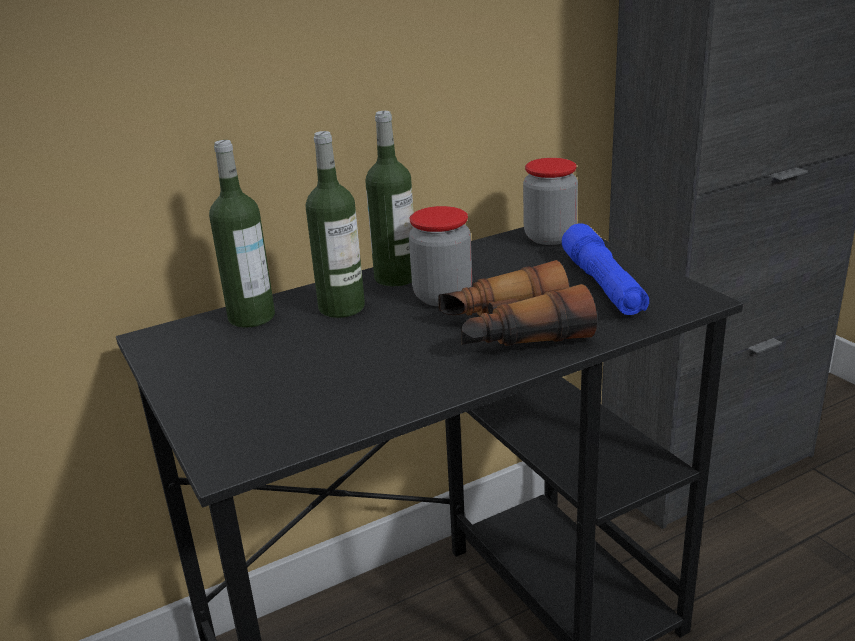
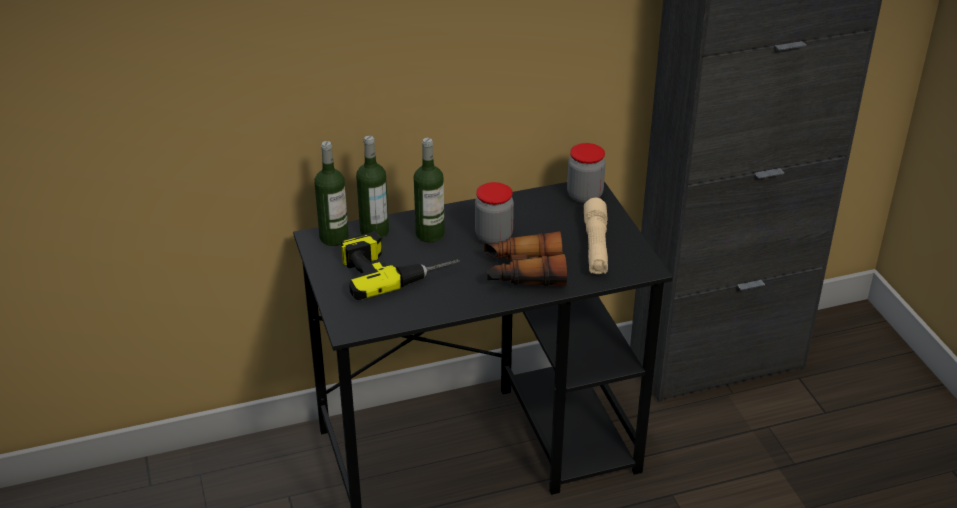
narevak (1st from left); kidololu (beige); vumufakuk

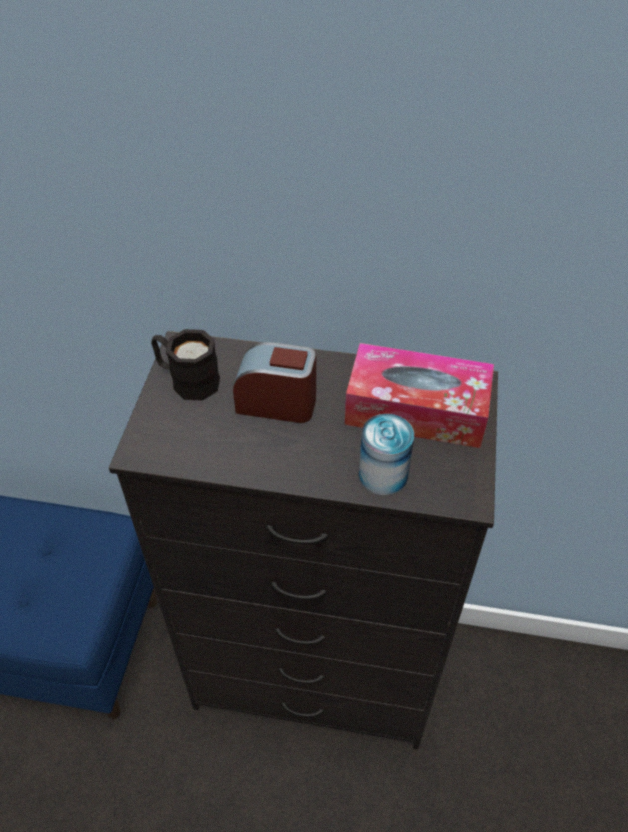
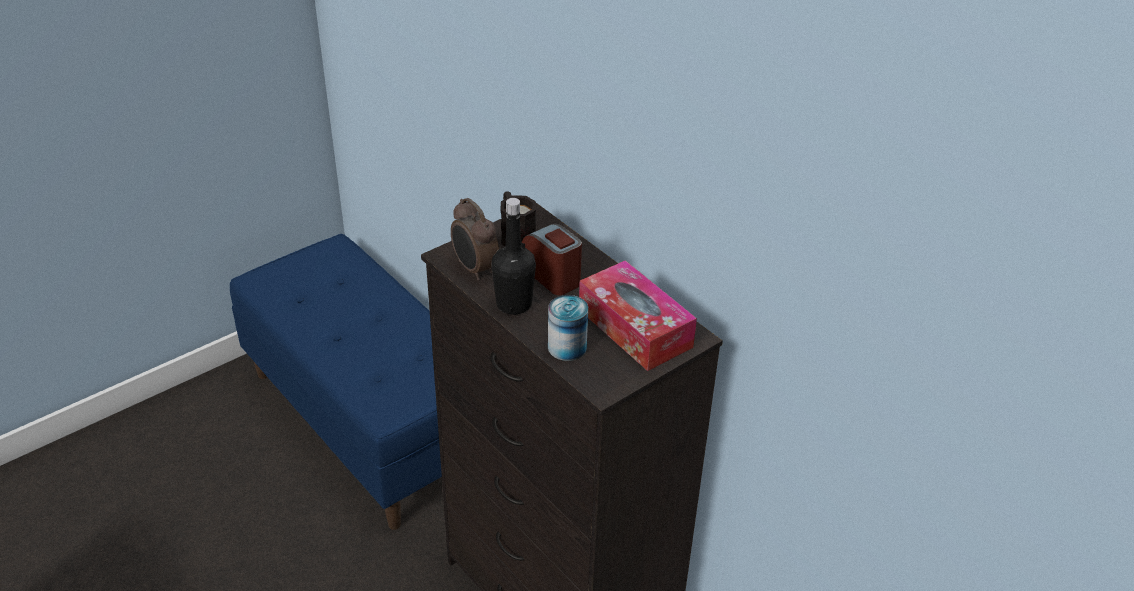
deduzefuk (1st from left); narevak (black)

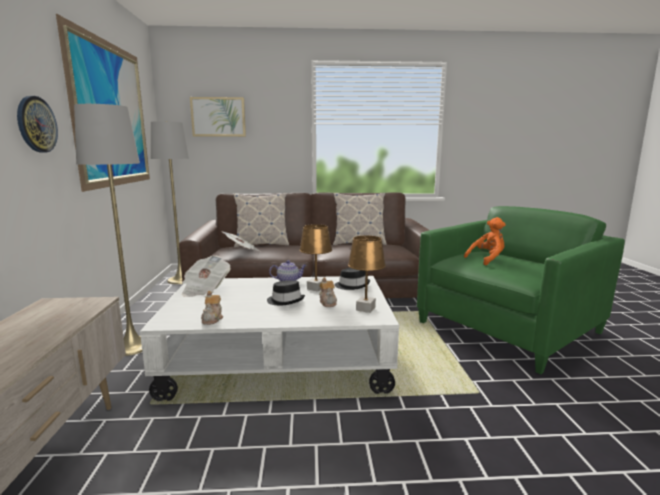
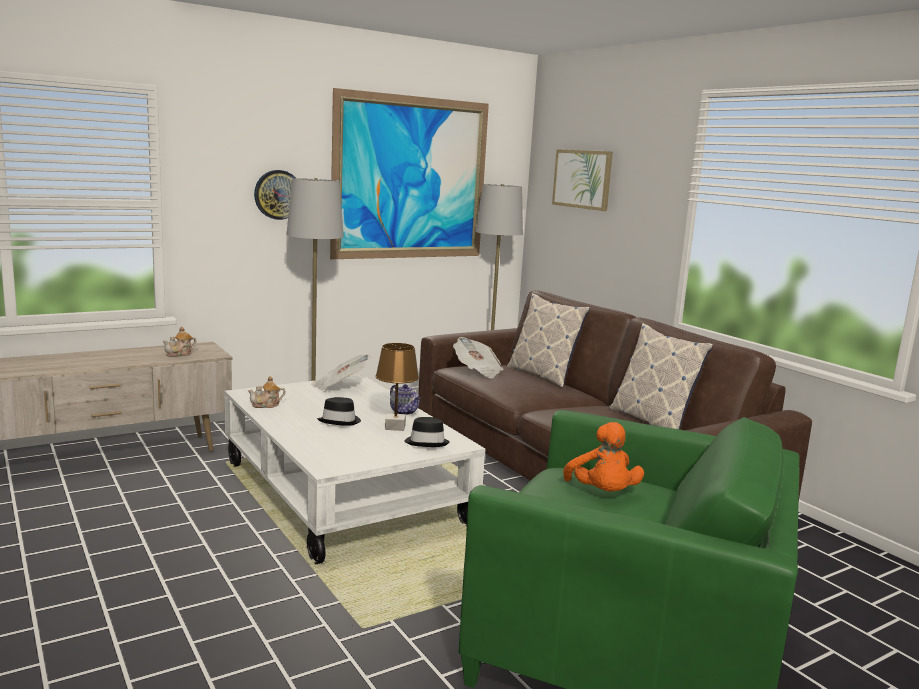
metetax (1st from left); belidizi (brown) (2nd from left in the first image); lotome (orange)

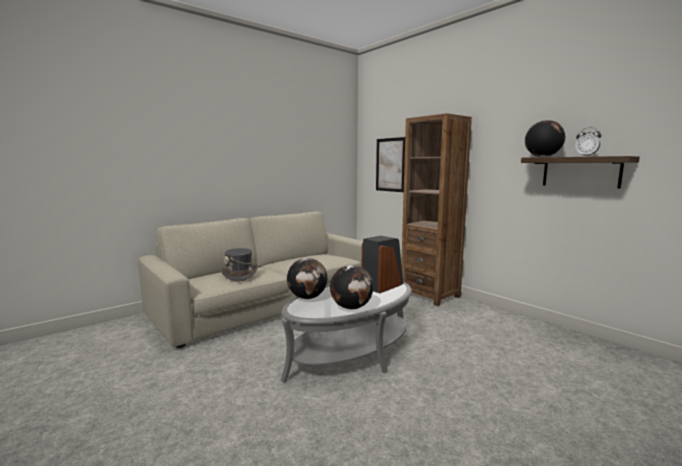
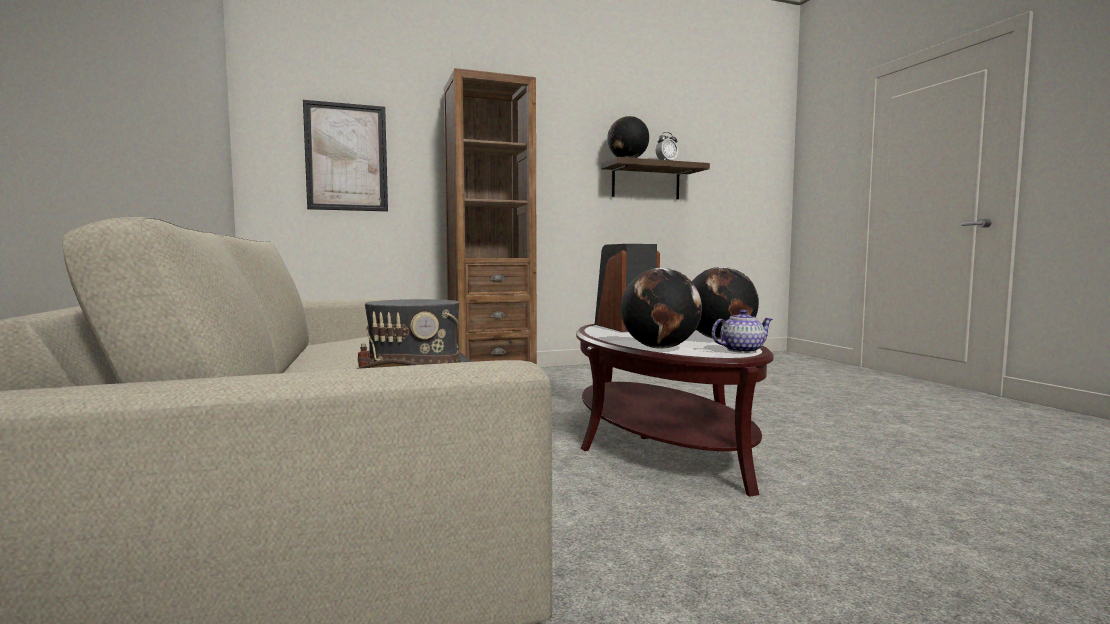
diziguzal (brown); metetax

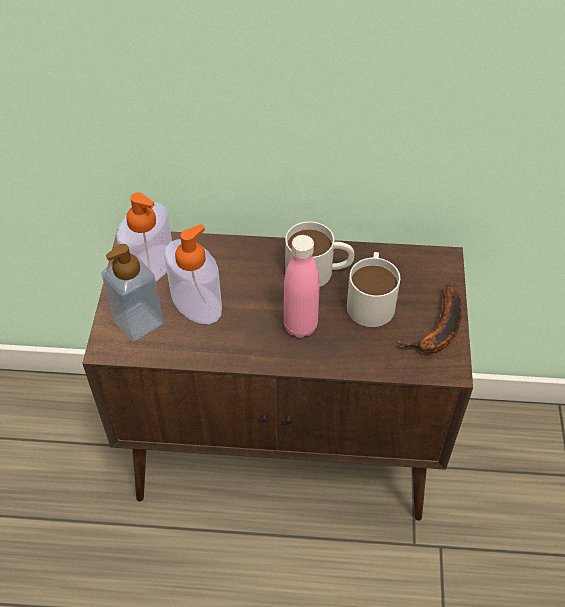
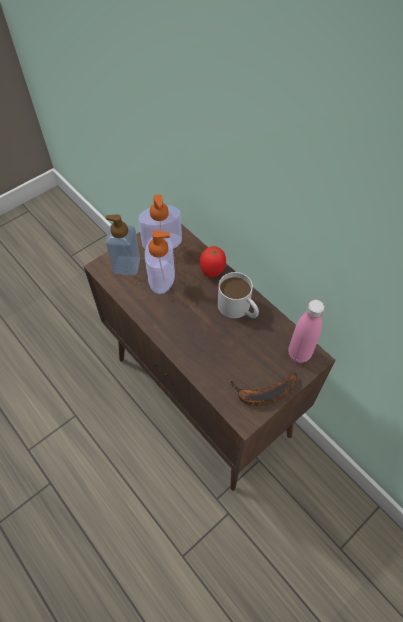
narevak (pink); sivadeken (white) (2nd from left in the first image); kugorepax

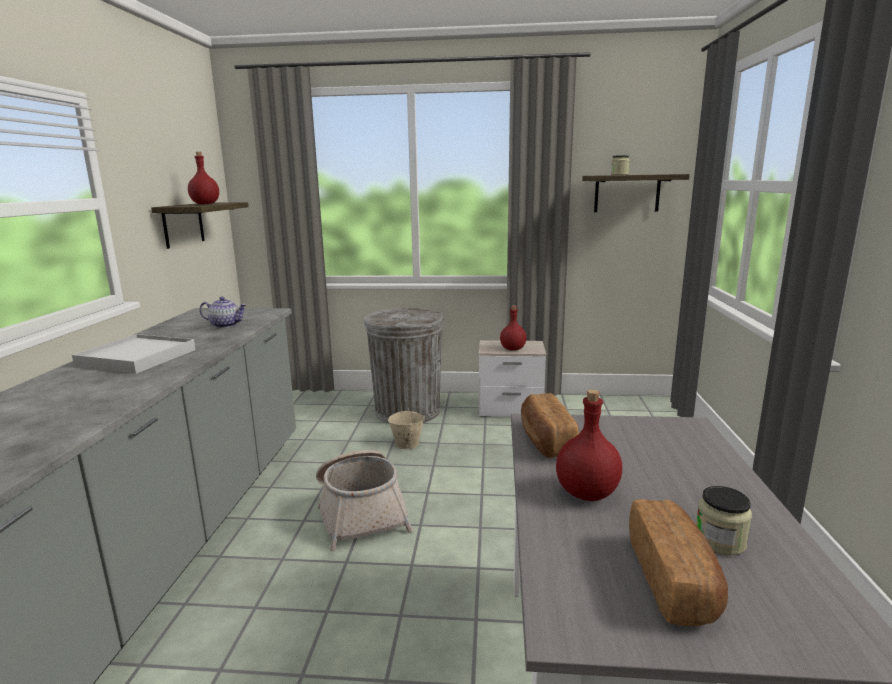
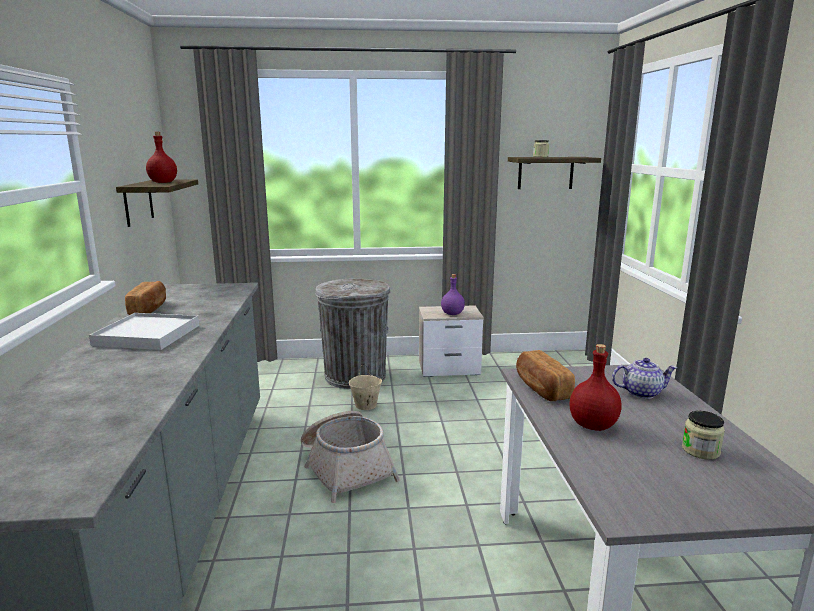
metetax; narevak (purple); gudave (1st from left)

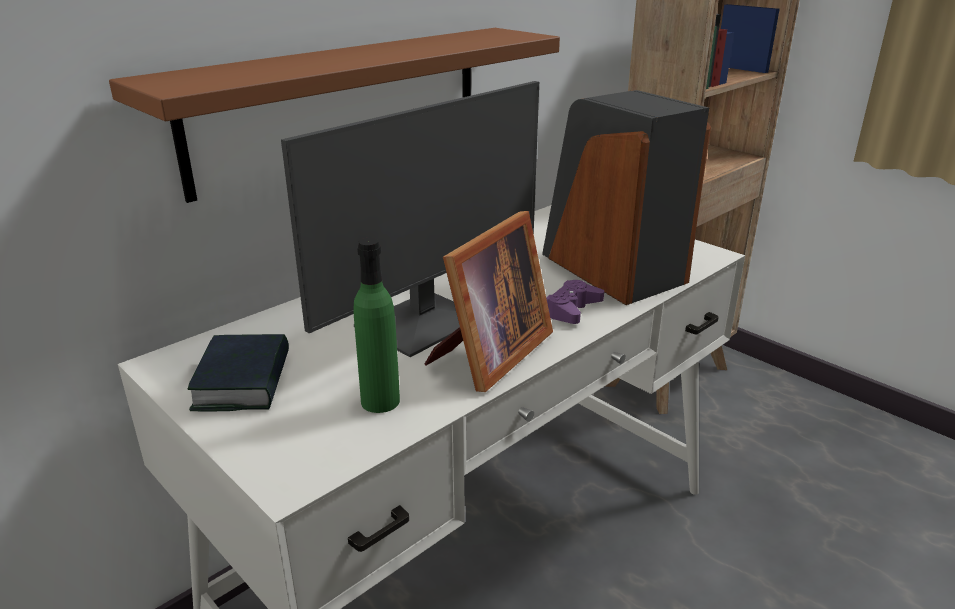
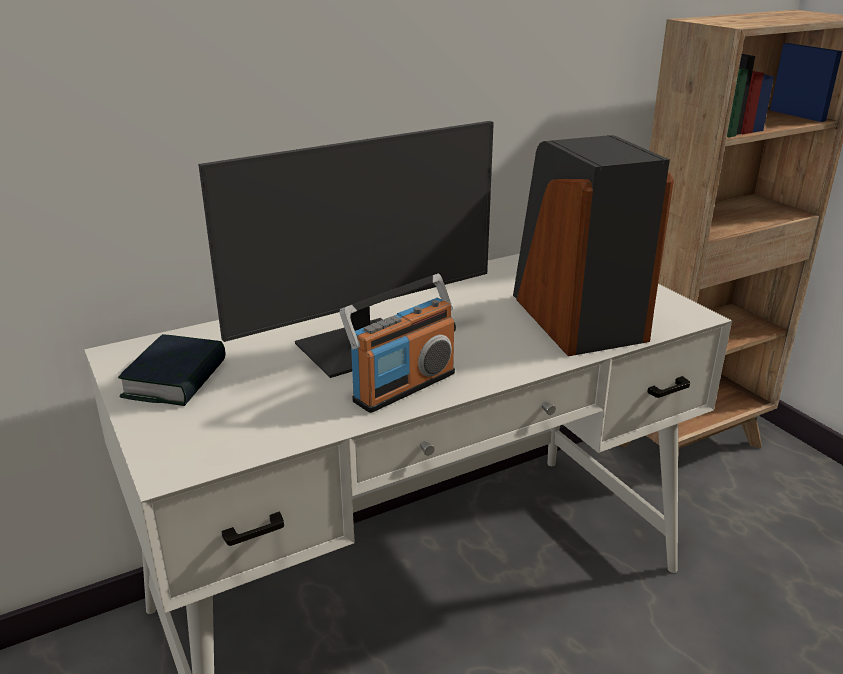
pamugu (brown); narevak (green); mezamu; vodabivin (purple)

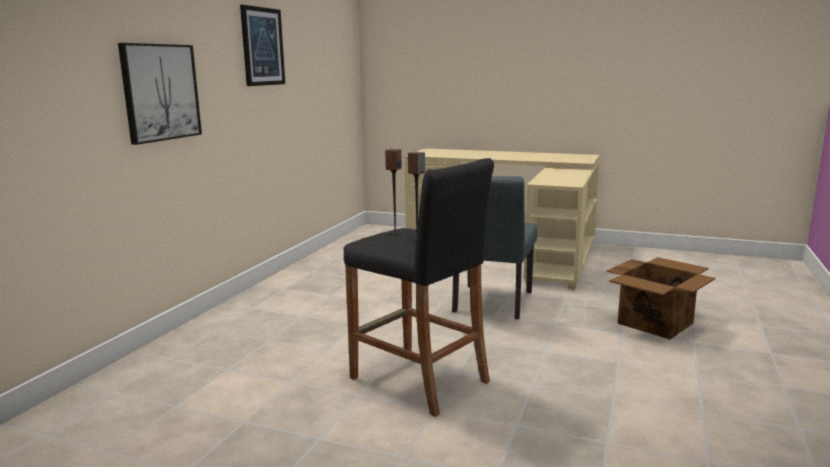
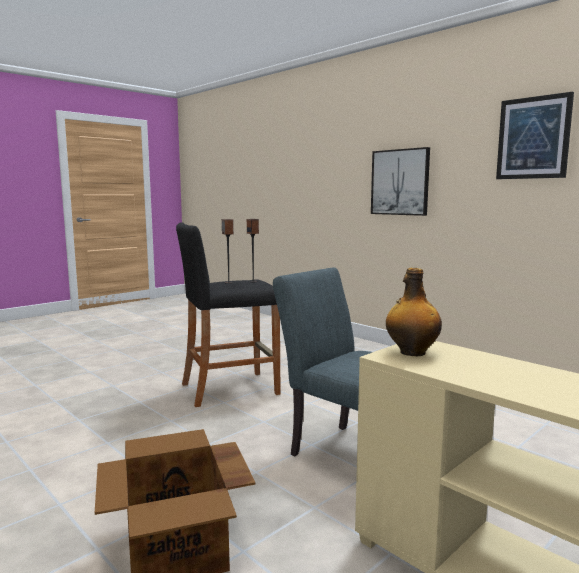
narevak

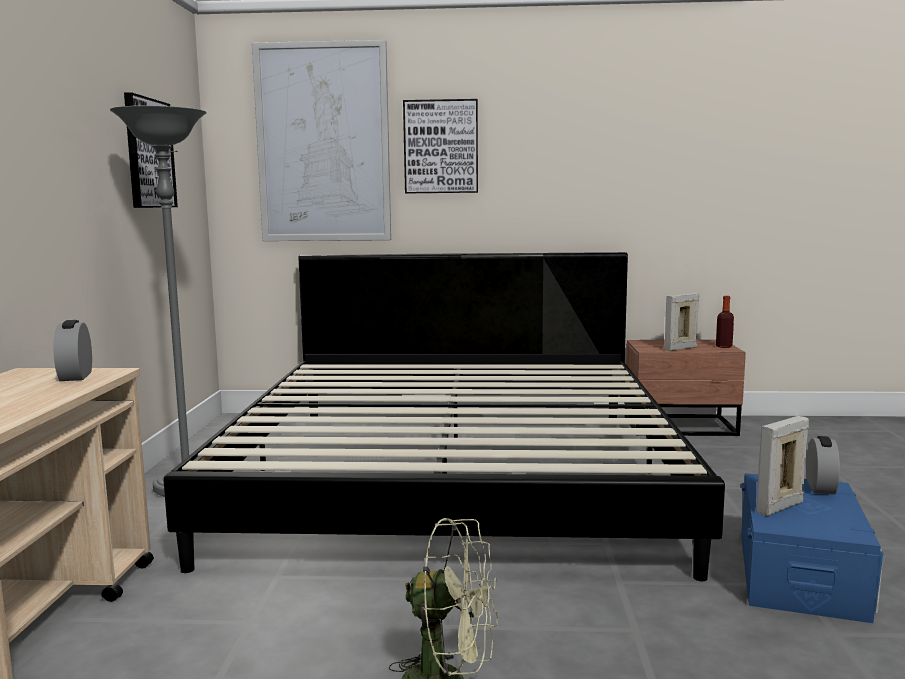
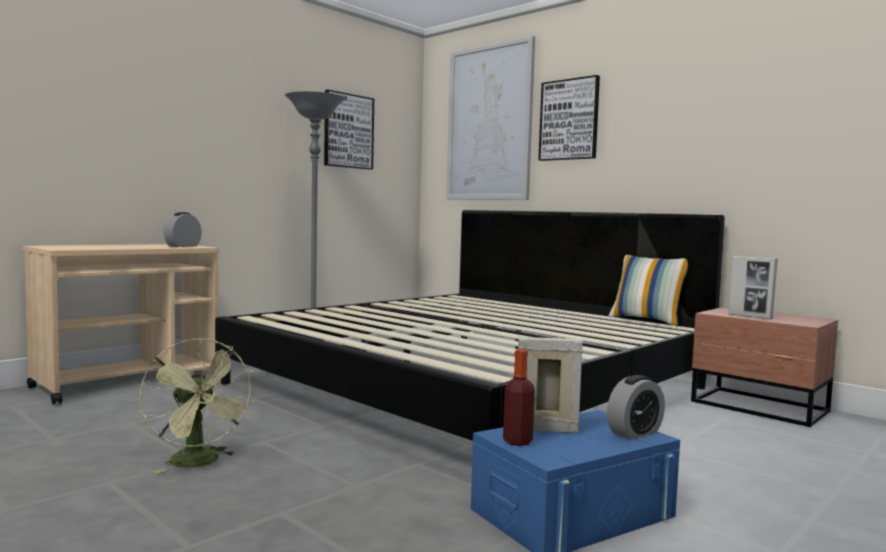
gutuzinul (2nd from left); narevak; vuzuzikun

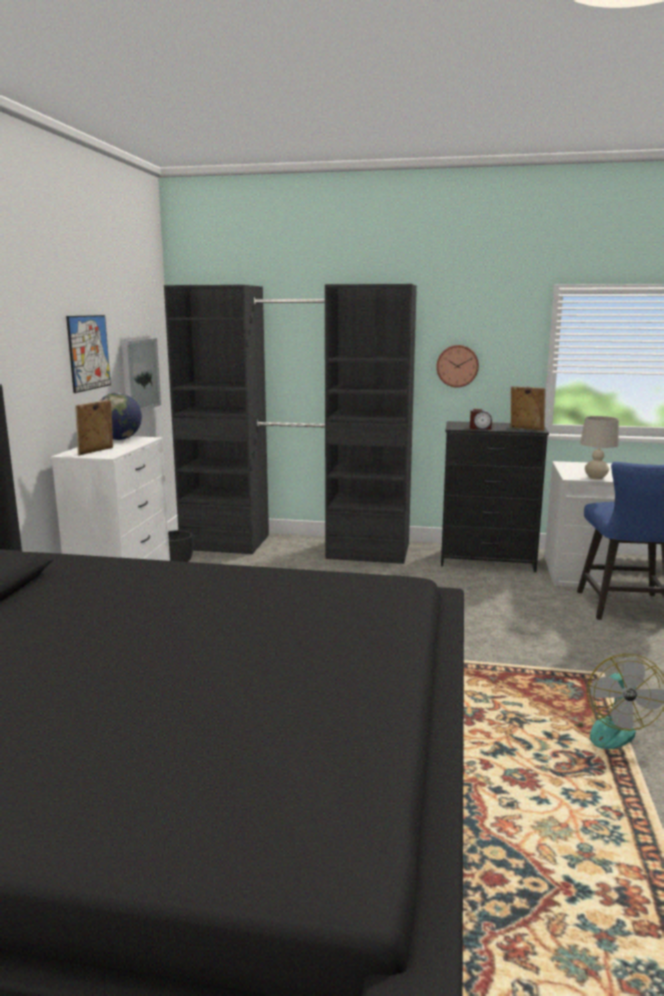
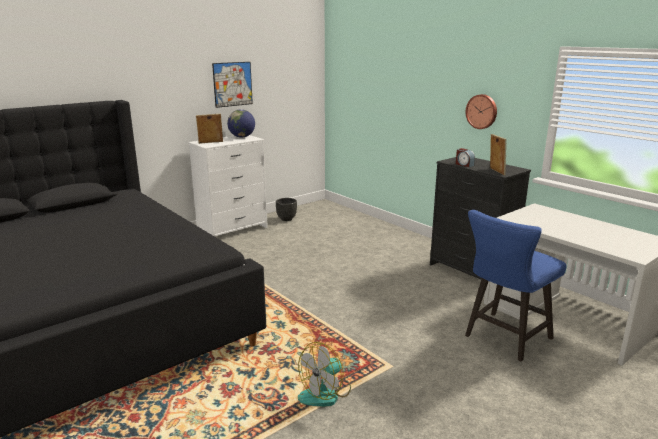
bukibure (2nd from left in the first image); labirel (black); belidizi (beige)

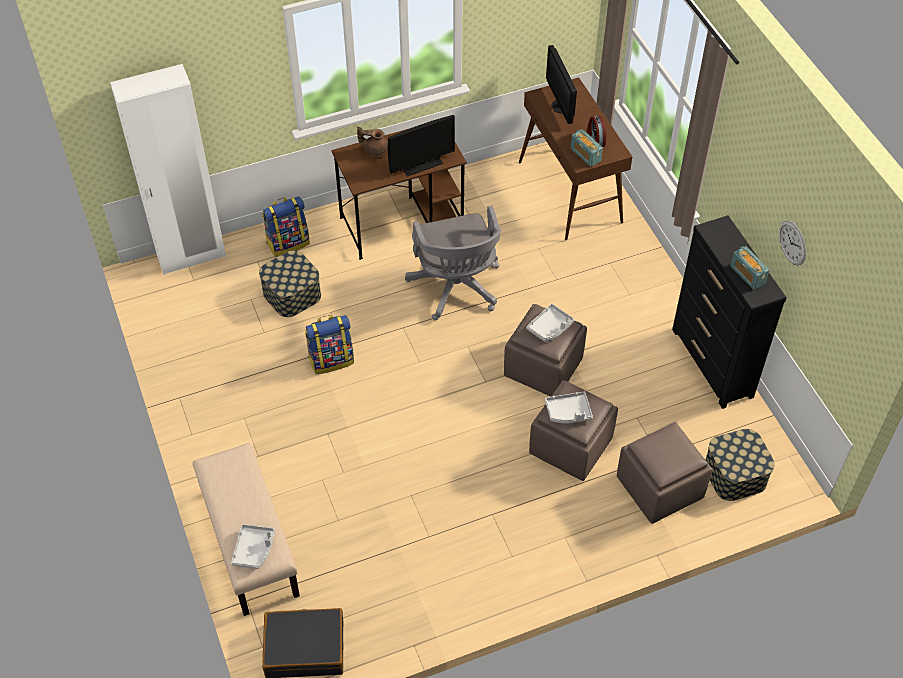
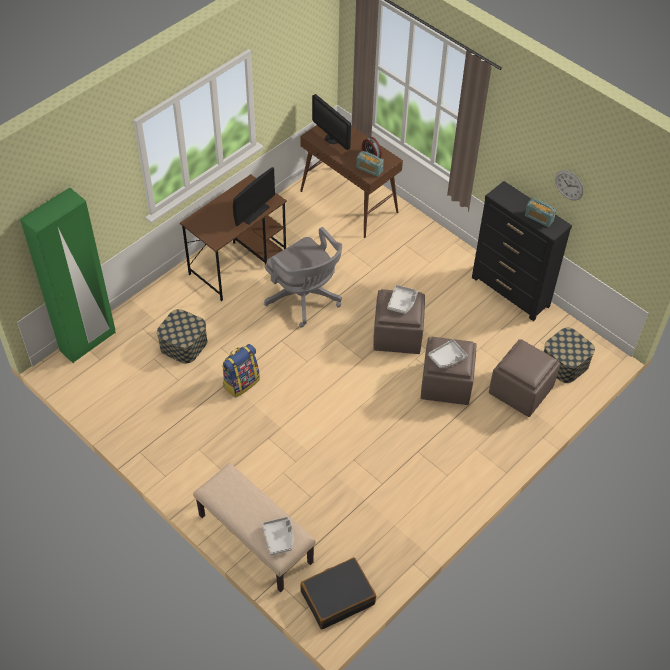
labirel (green); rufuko (1st from left in the first image); metetax (brown)

